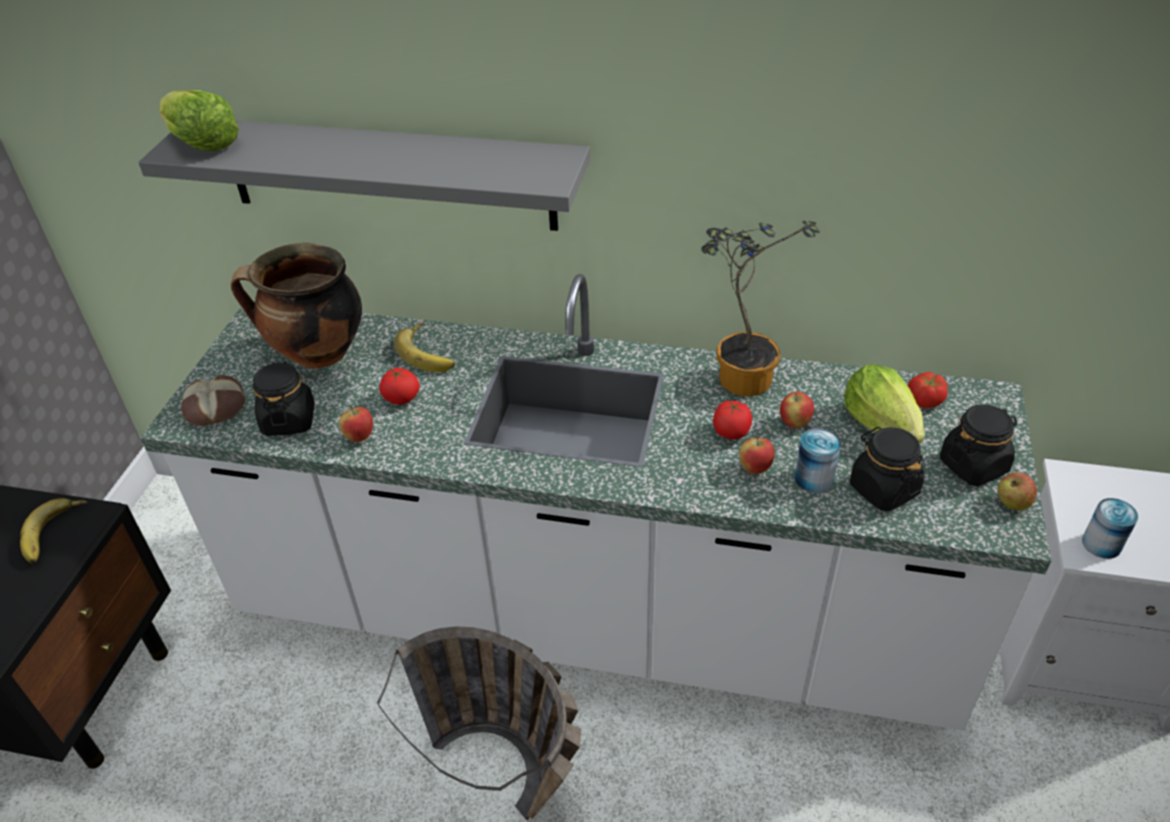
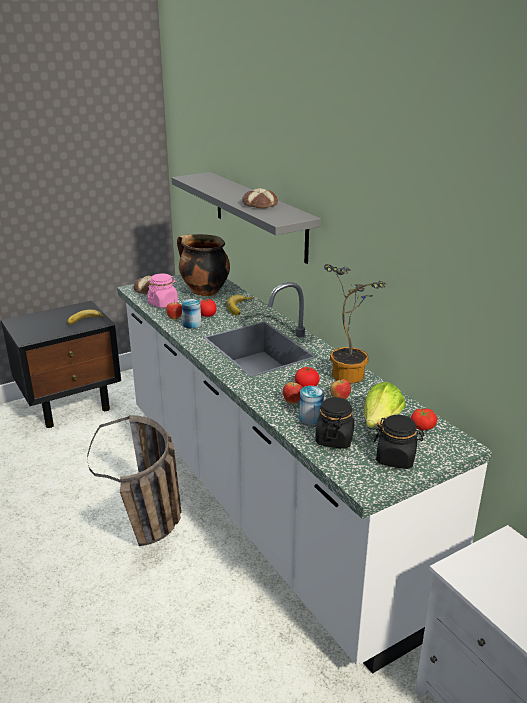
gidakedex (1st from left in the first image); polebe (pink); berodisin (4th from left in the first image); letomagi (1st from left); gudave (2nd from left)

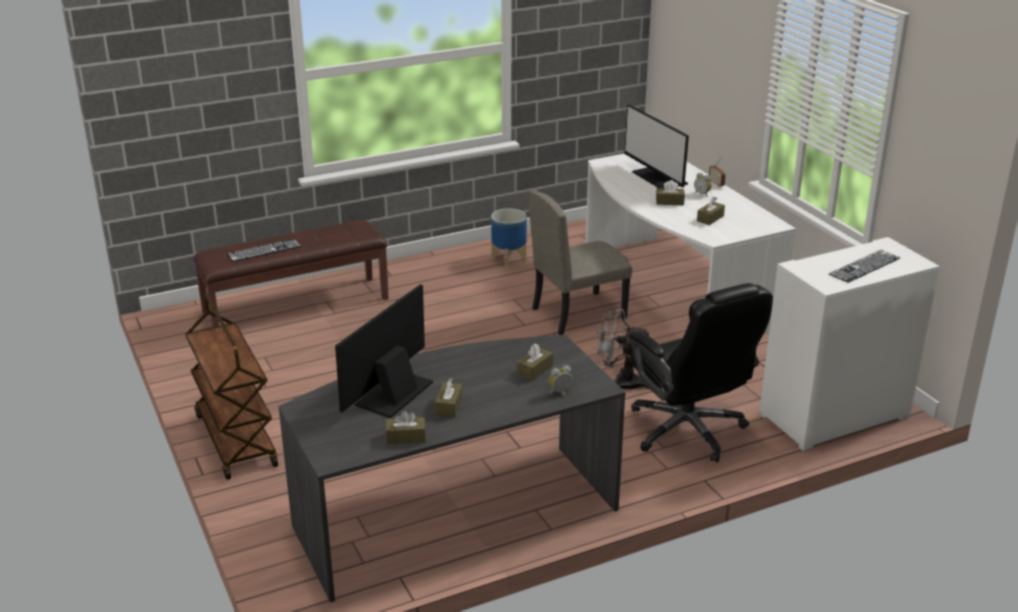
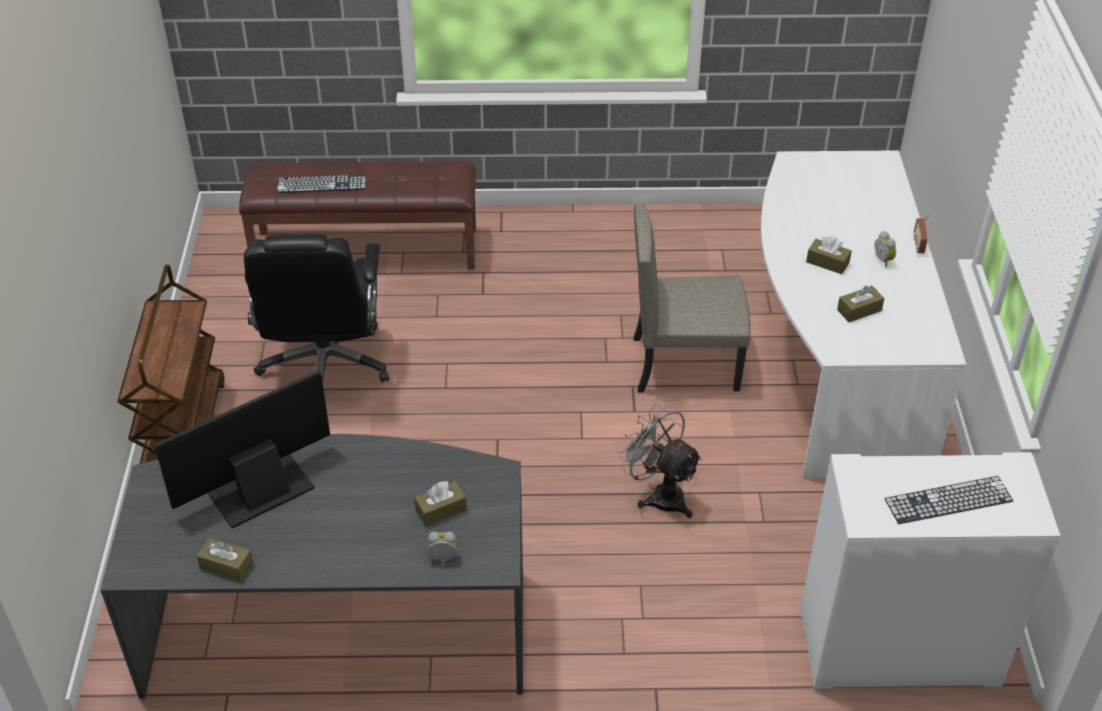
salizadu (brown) (2nd from left in the first image); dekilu; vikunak (2nd from left in the first image); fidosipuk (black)

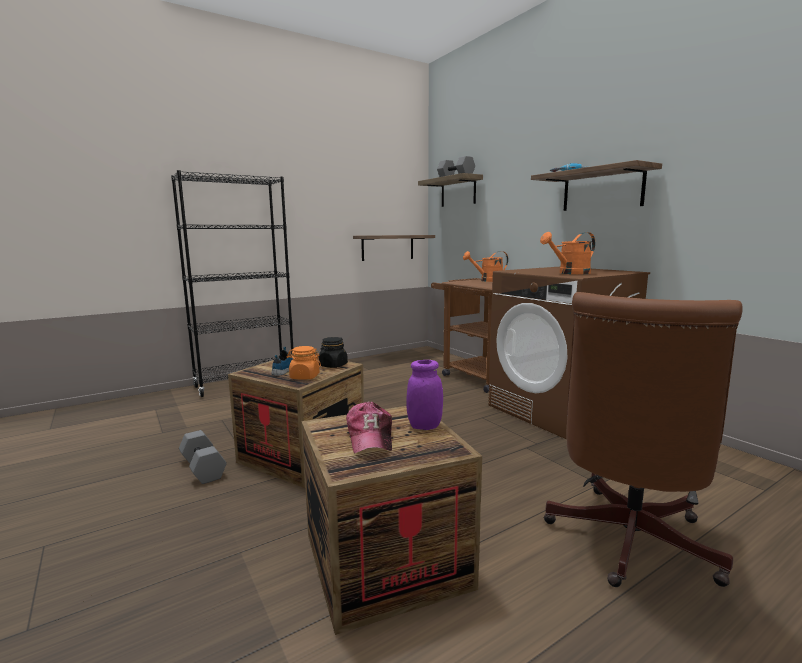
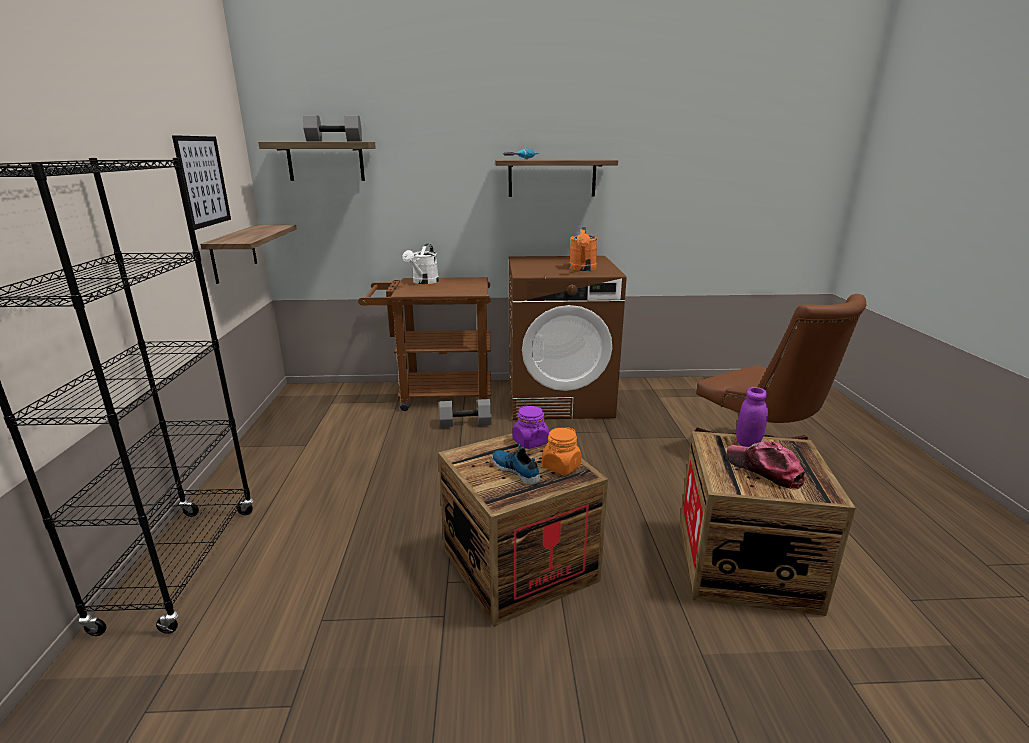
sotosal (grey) (2nd from left); polebe (purple) (1st from left); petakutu; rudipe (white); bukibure

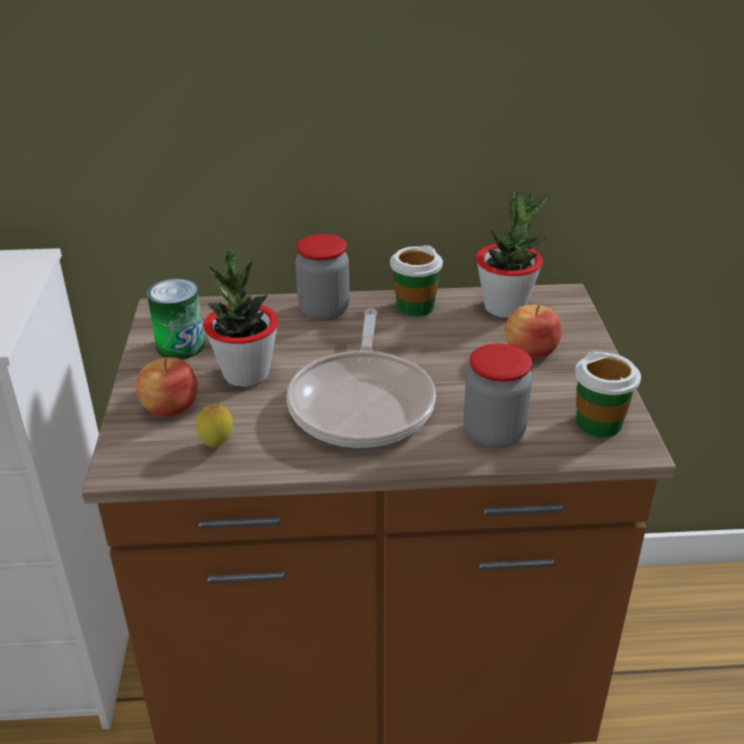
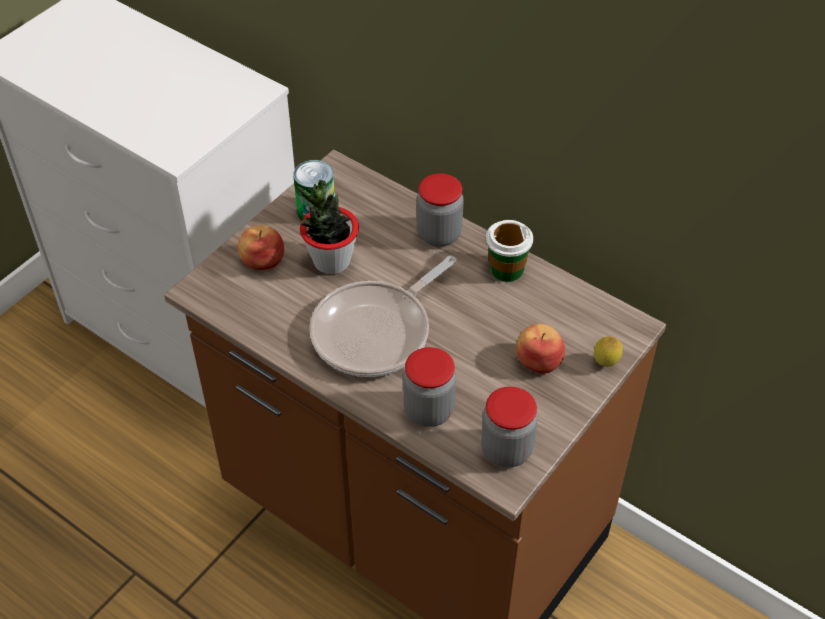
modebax; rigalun (2nd from left in the first image); polebe (3rd from left)

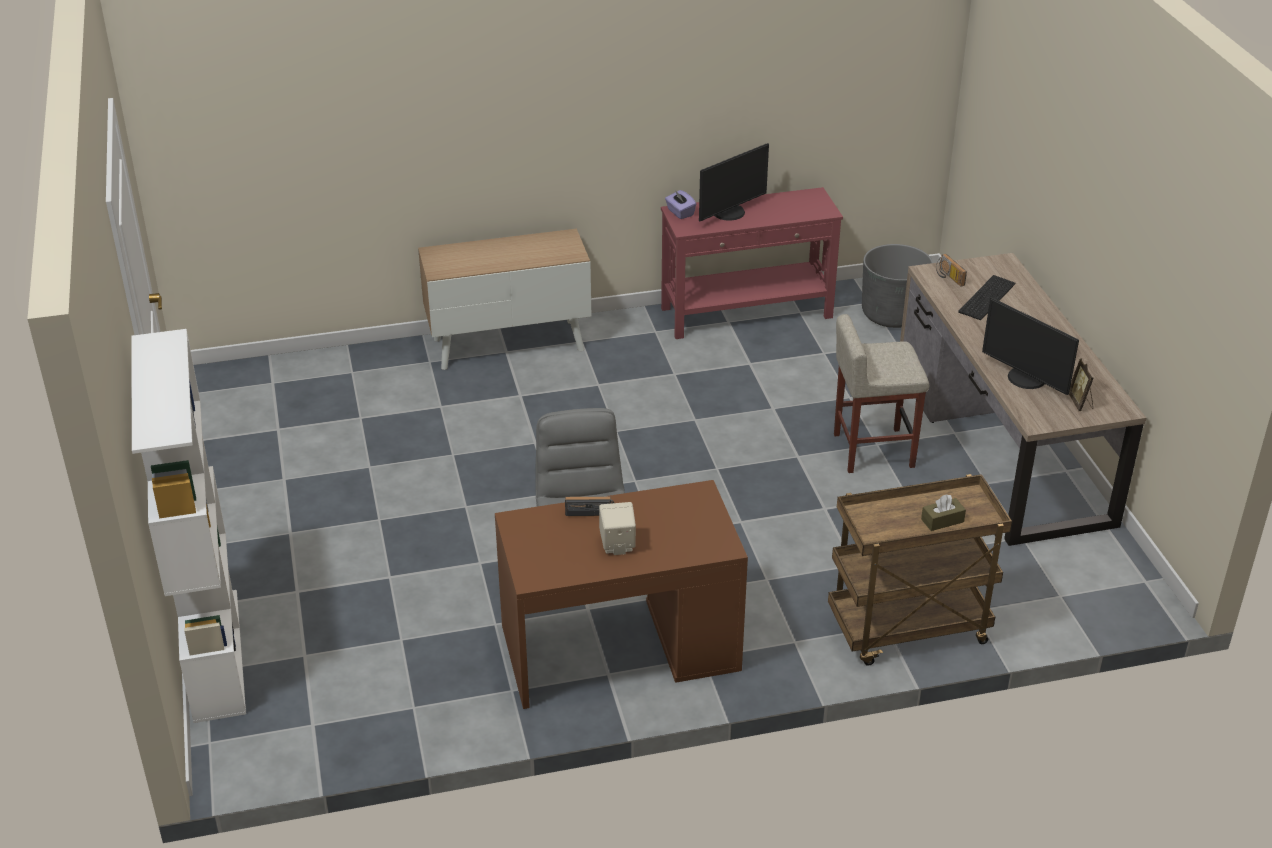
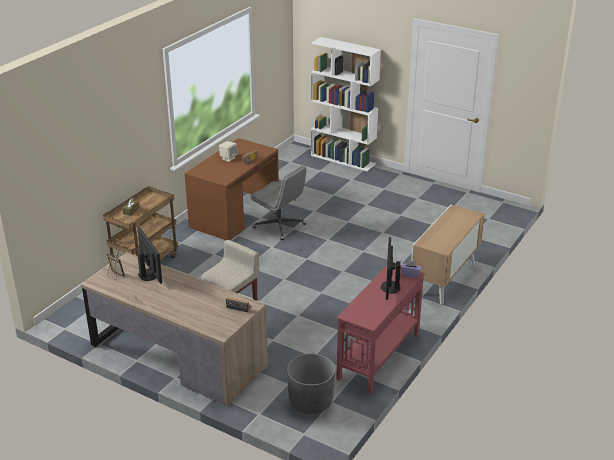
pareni; vikunak (1st from left)

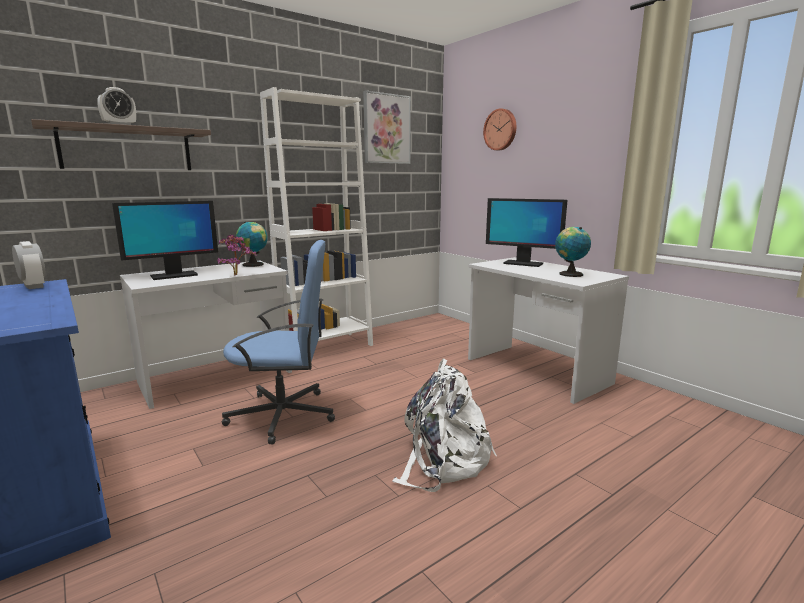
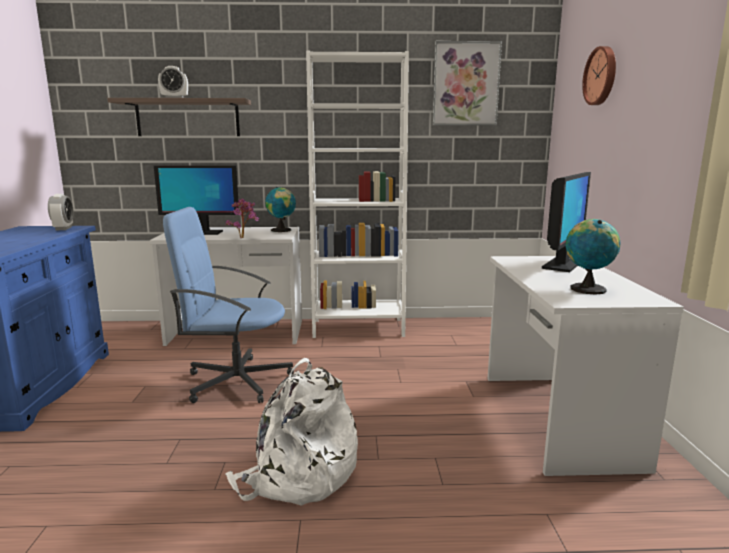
fidosipuk (blue); vikunak (2nd from left)

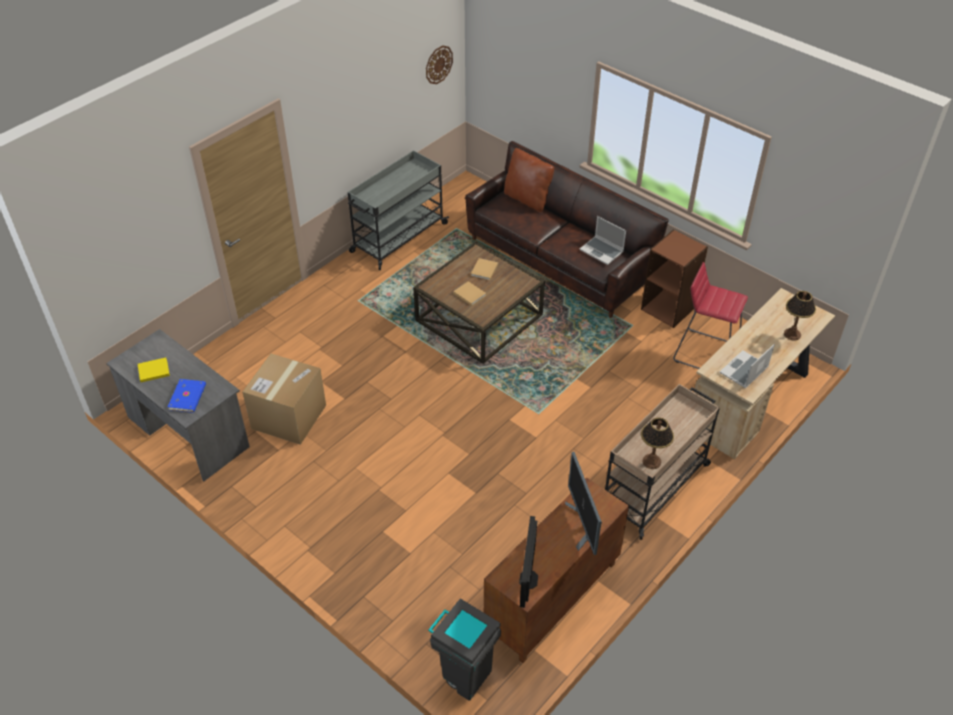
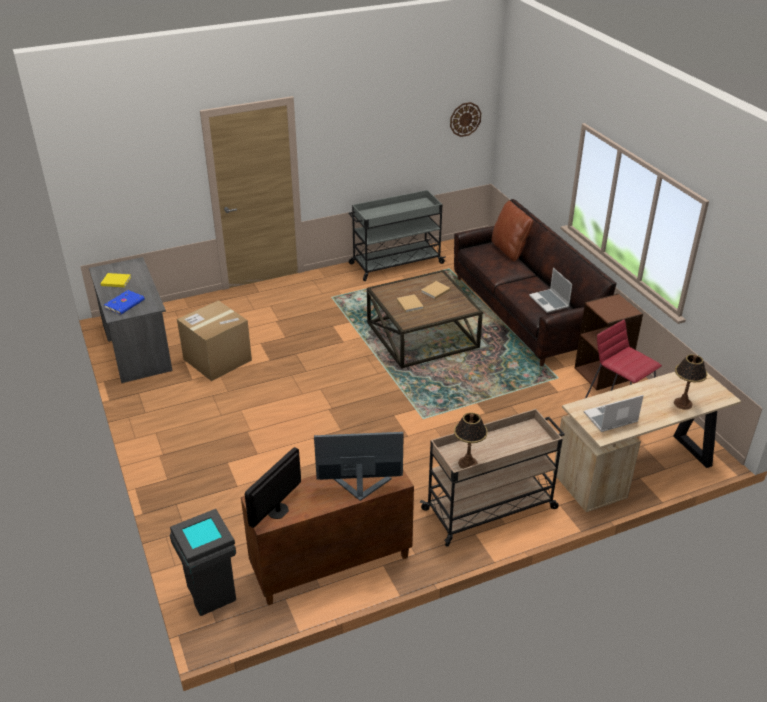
vikunak (2nd from left)

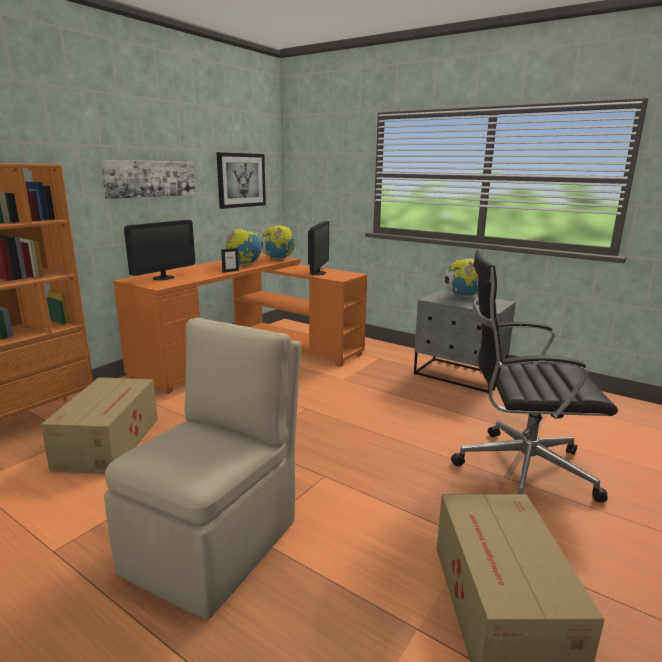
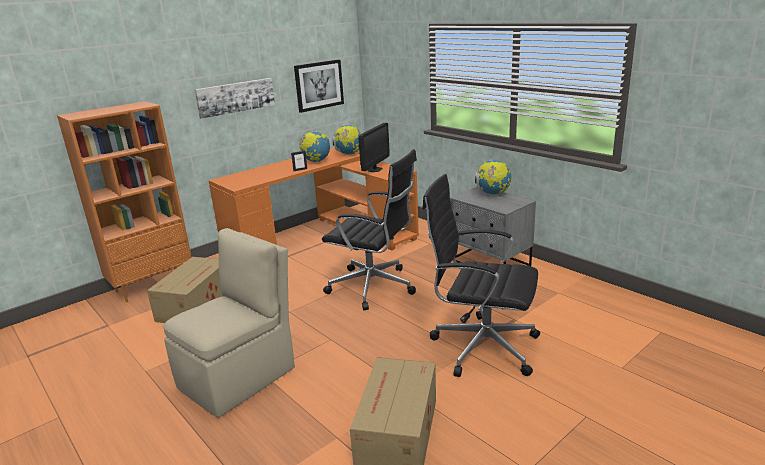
vikunak (1st from left in the first image); fidosipuk (black) (1st from left)

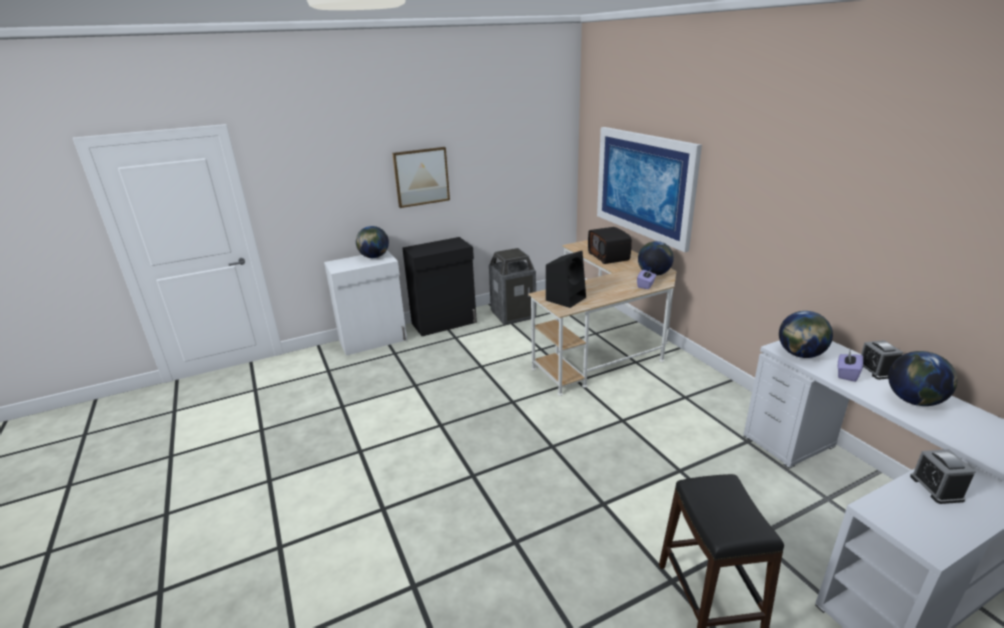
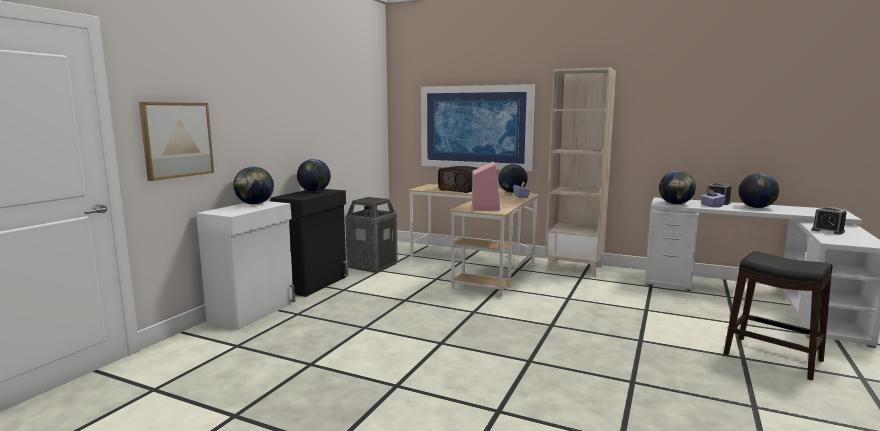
bukibure (1st from left); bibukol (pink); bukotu (2nd from left); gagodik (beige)

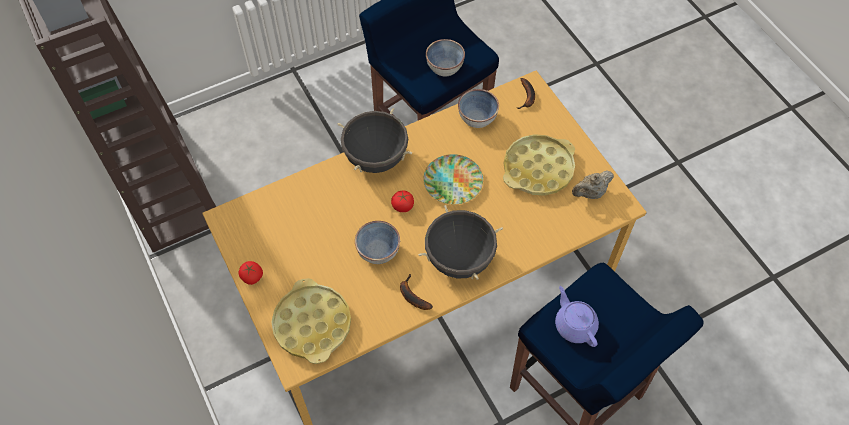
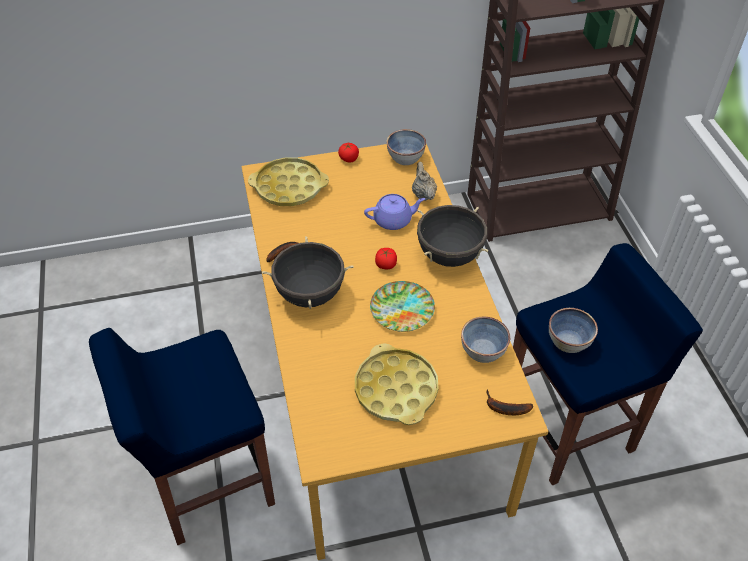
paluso (1st from left); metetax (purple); metetax (beige)

